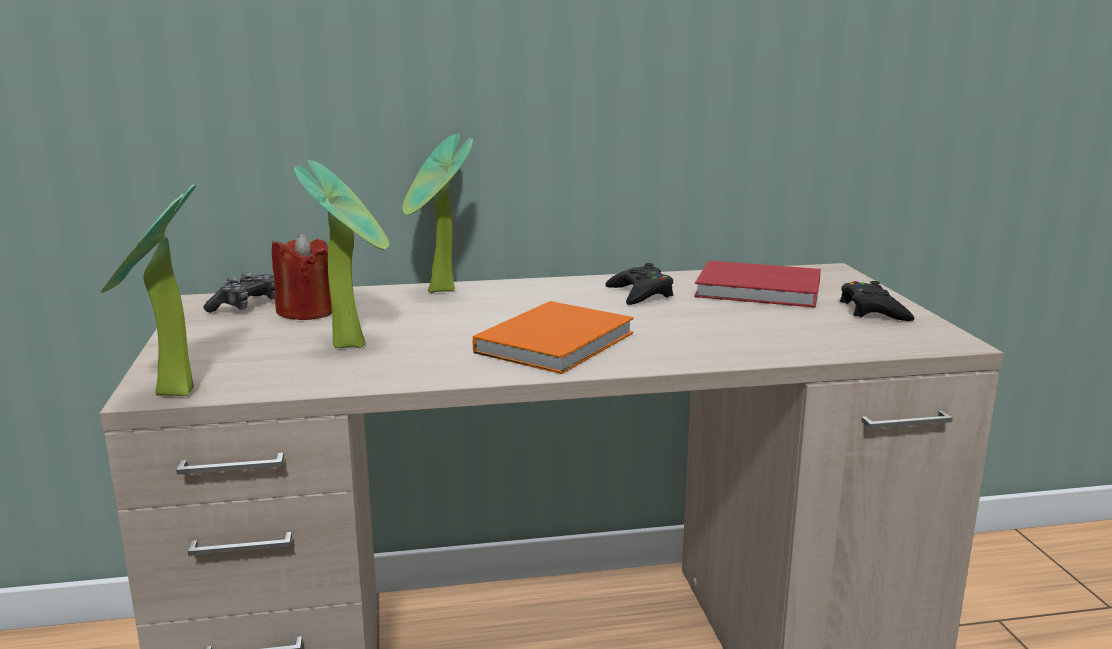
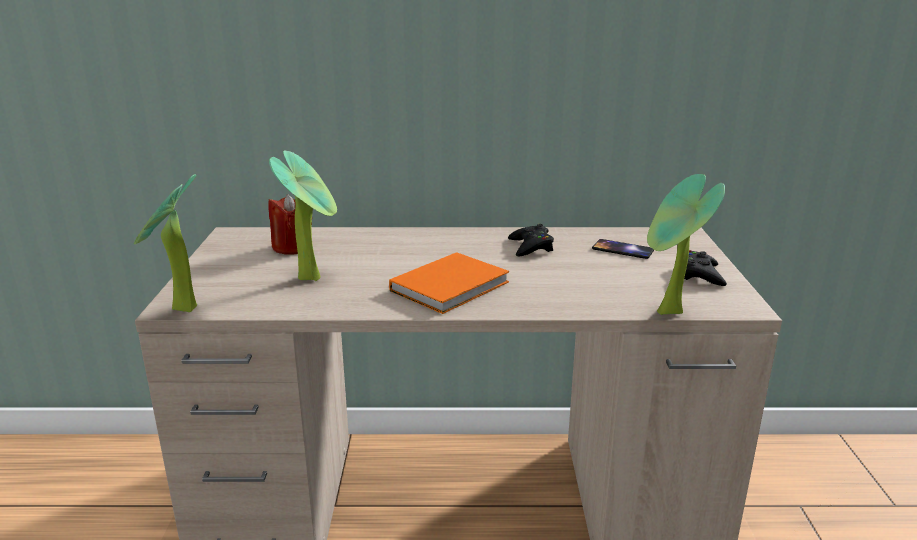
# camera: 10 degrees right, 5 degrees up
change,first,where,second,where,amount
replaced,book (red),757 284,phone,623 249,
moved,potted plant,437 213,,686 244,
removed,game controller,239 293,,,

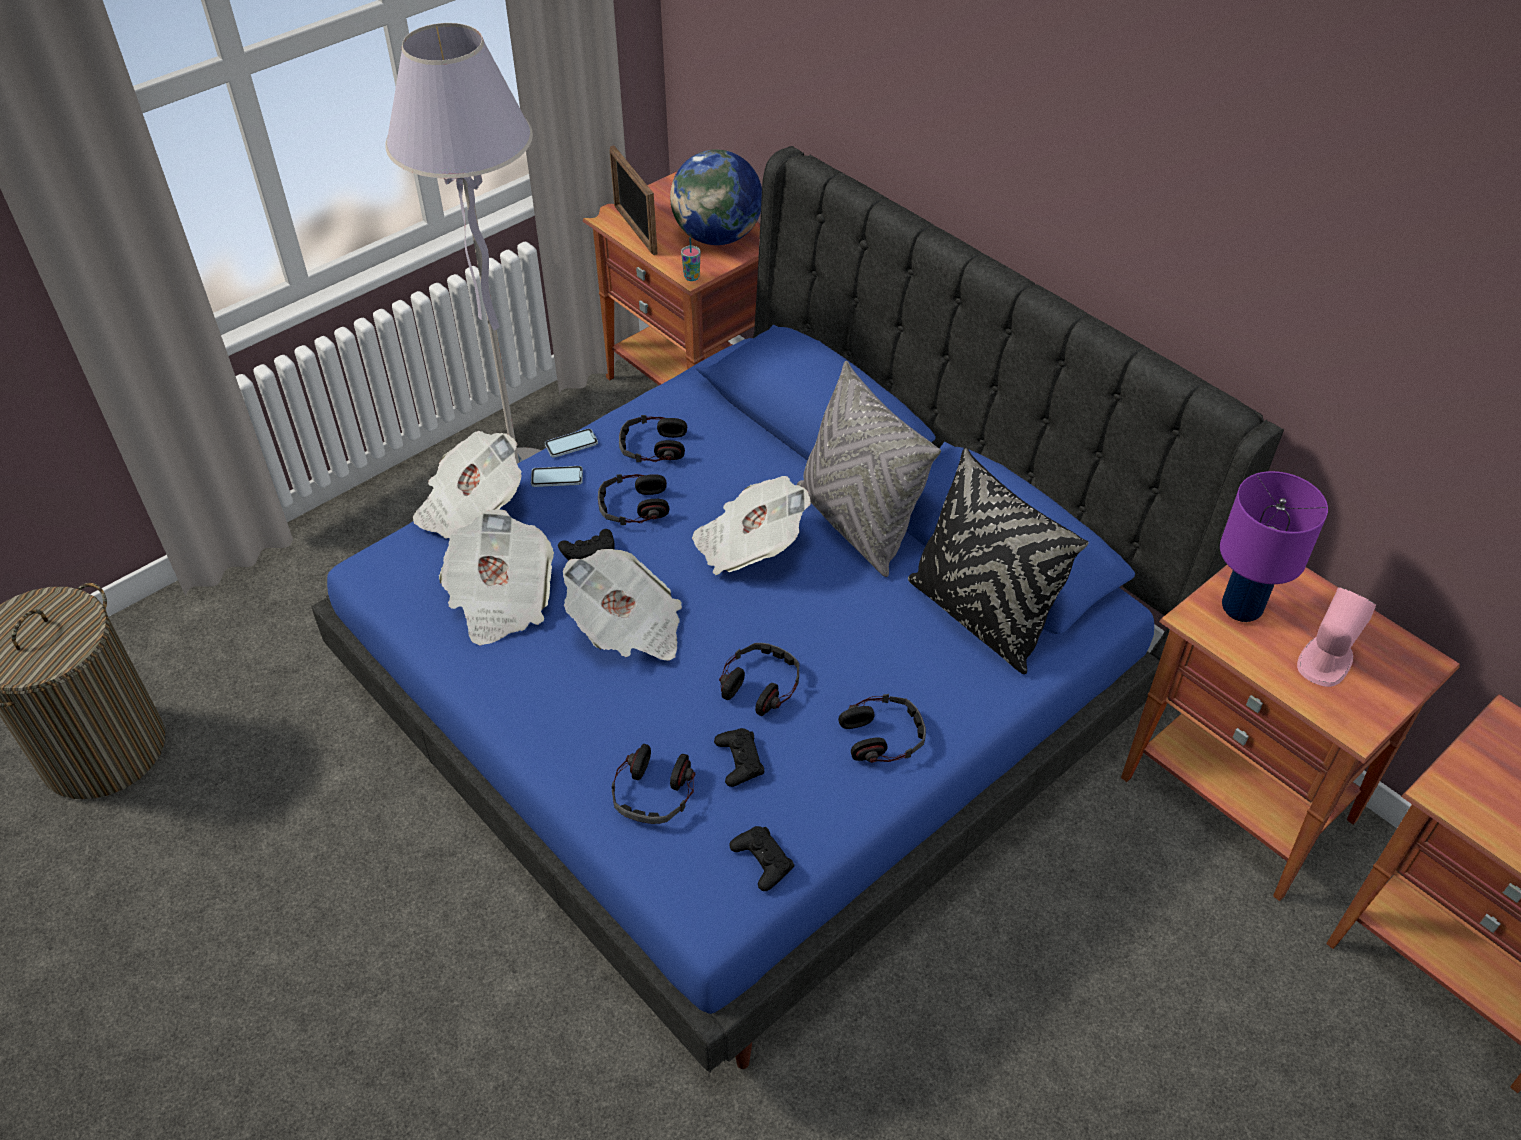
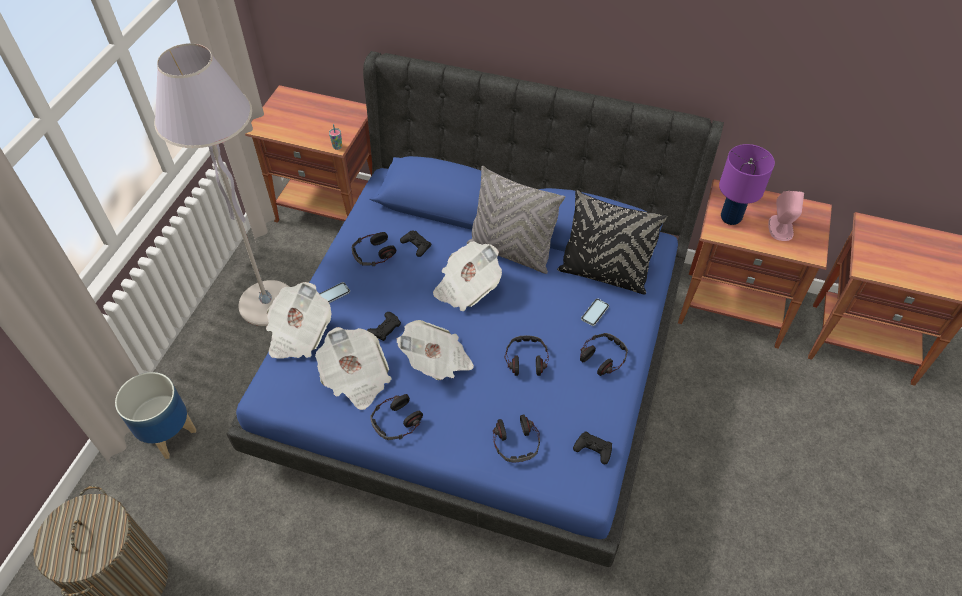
# camera: 30 degrees left, 5 degrees up
change,first,where,second,where,amount
added,,,planter,155 415,
moved,headphones,633 499,,397 417,
moved,game controller (black),739 757,,416 244,
moved,phone,571 443,,595 312,
removed,picture frame,634 200,,,
removed,globe,716 197,,,

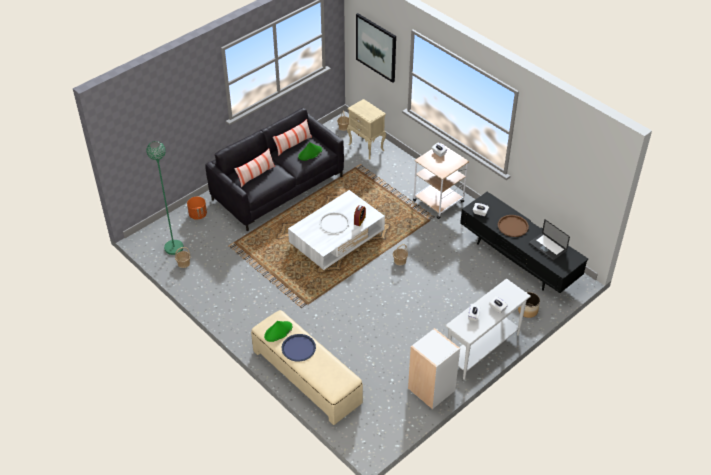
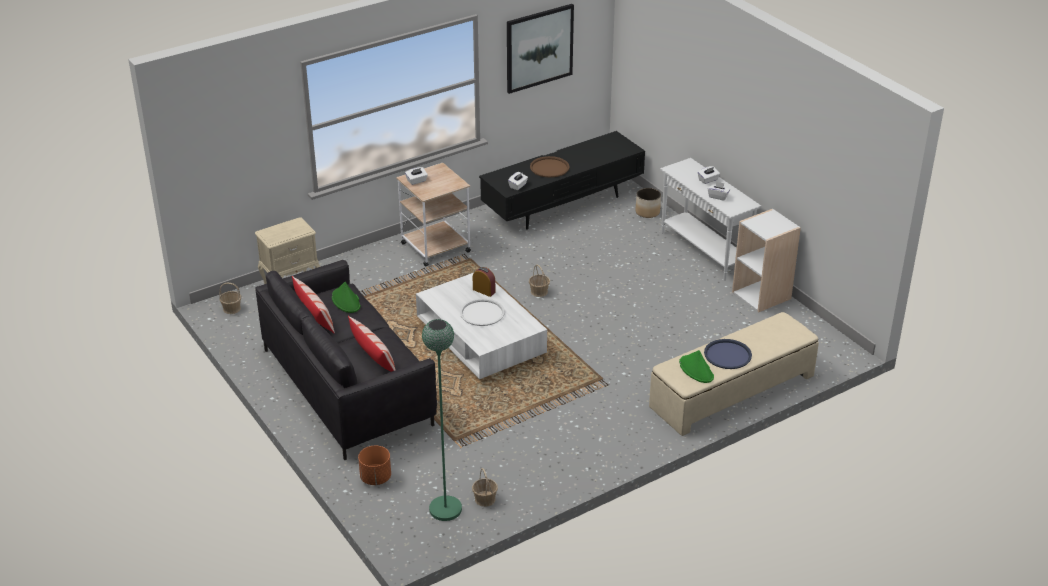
# camera: 80 degrees left, 10 degrees down
change,first,where,second,where,amount
moved,picture,376 48,,540 49,
removed,laptop,549 240,,,

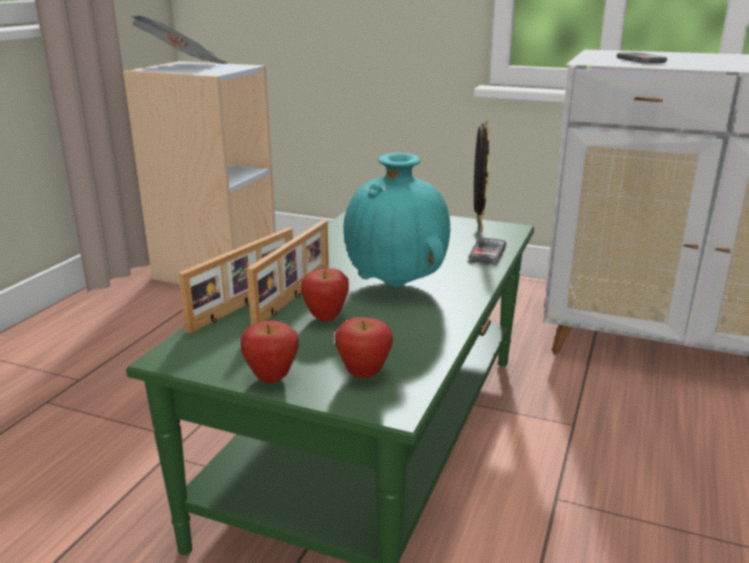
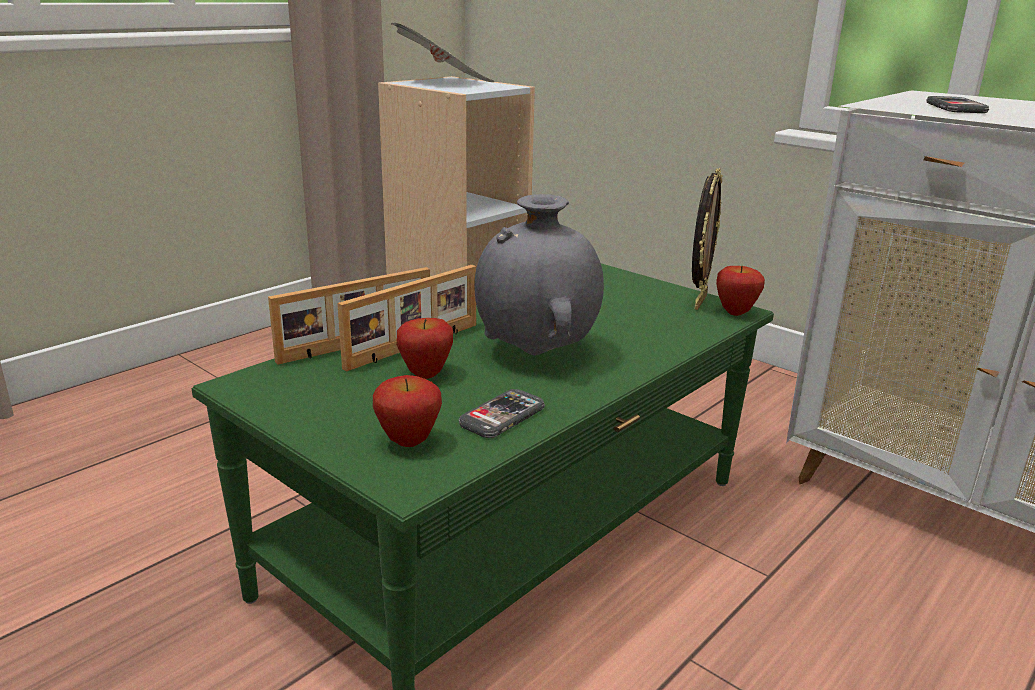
# camera: 20 degrees right, 0 degrees up
change,first,where,second,where,amount
moved,phone,487 251,,502 413,
recoloured,vase (turquoise),396 220,vase (grey),539 274,
moved,apple,270 351,,740 290,

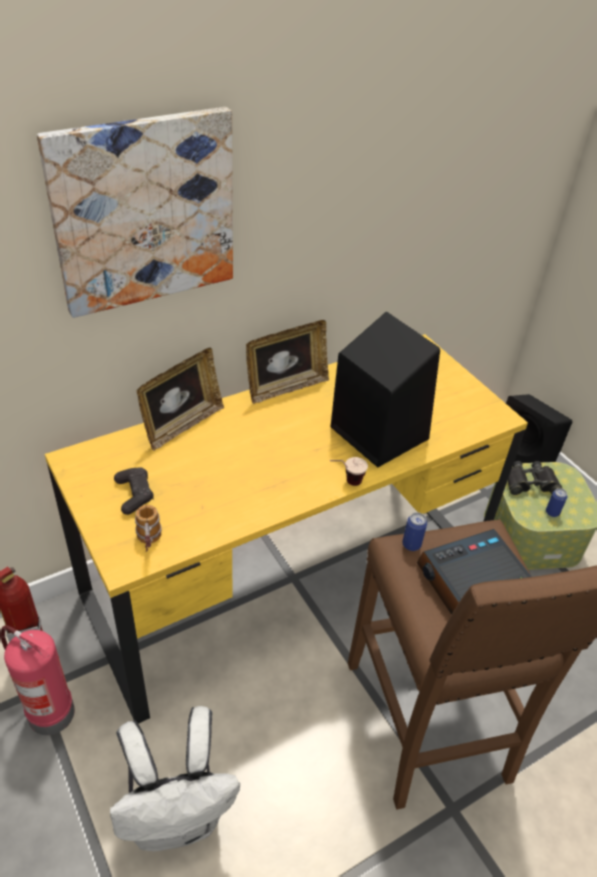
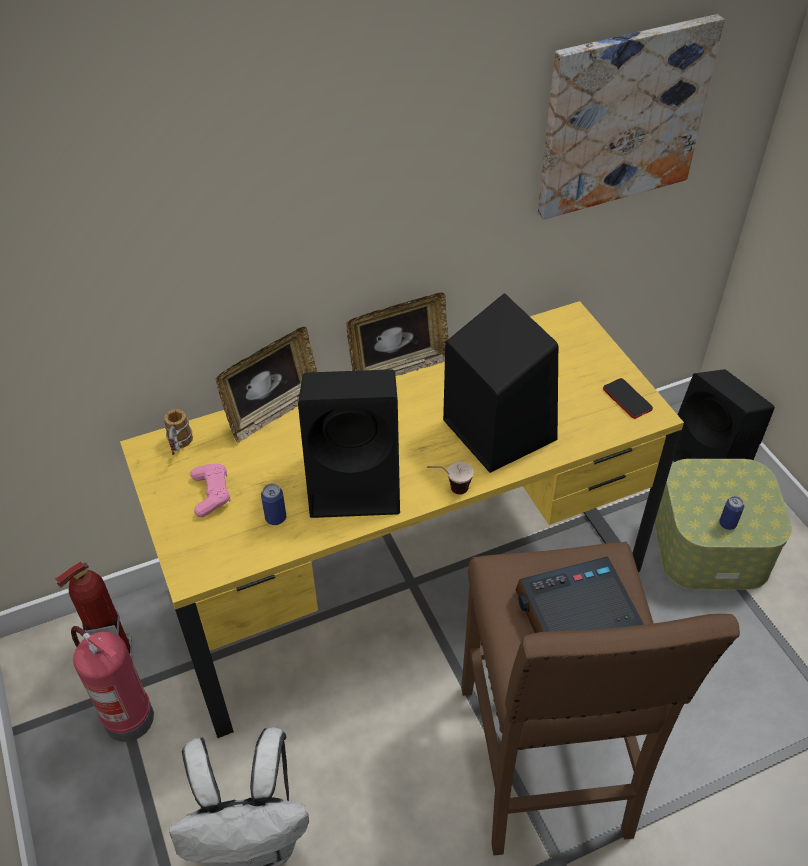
# camera: 10 degrees right, 5 degrees up
change,first,where,second,where,amount
moved,mug,148 528,,178 432,
recoloured,game controller (black),134 491,game controller (pink),210 490,
moved,can,414 531,,273 504,
added,,,speaker (black),349 443,
moved,picture,135 212,,631 117,
added,,,phone,628 398,
removed,binoculars (black),535 478,,,

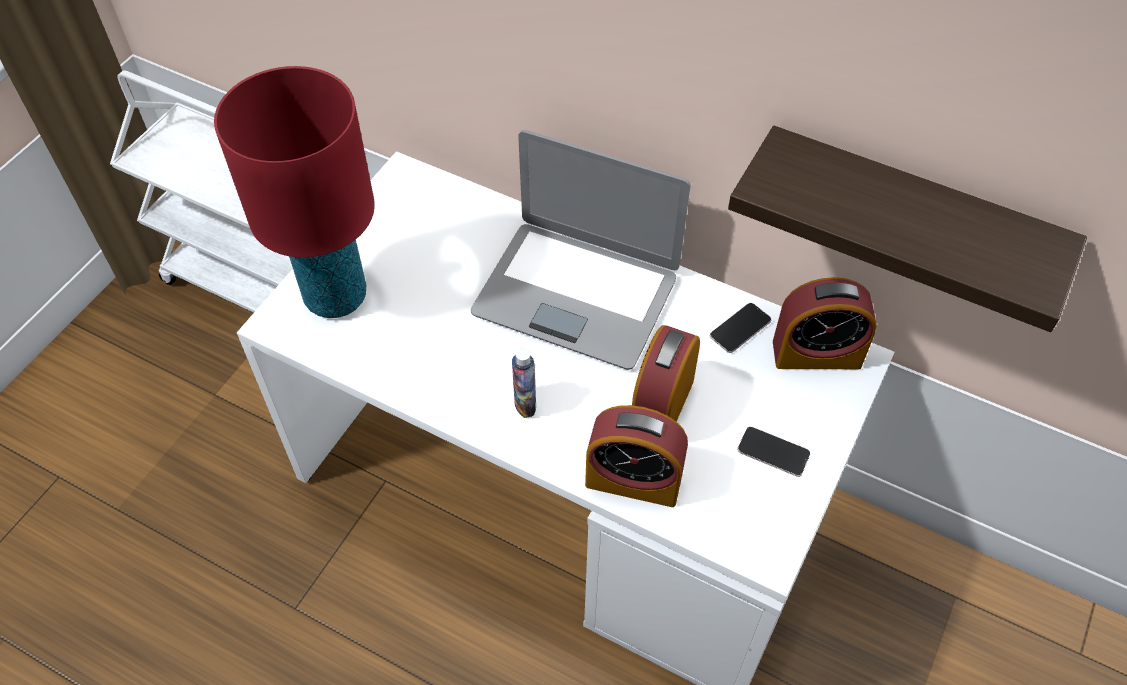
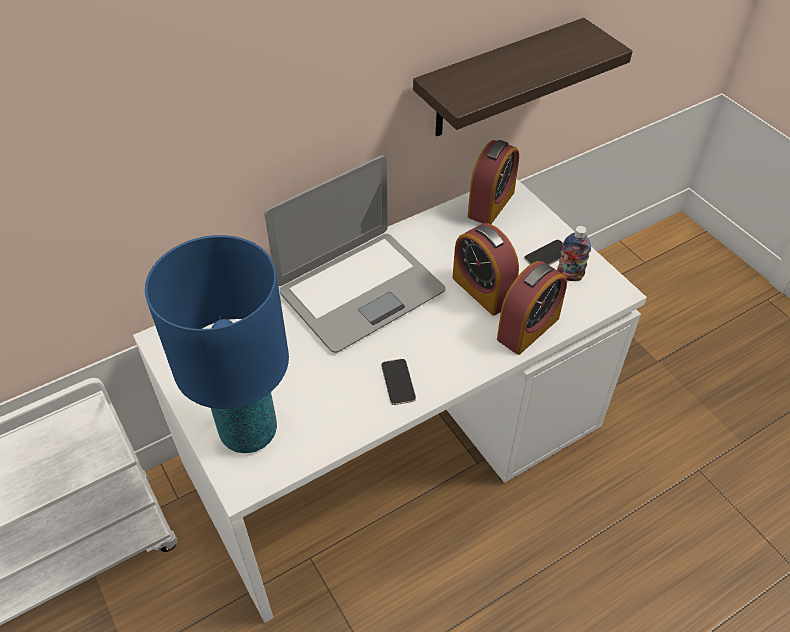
# camera: 60 degrees left, 5 degrees down
change,first,where,second,where,amount
recoloured,table lamp (red),294 192,table lamp (blue),217 344,
moved,phone,740 328,,398 382,
moved,bottle,524 383,,574 253,

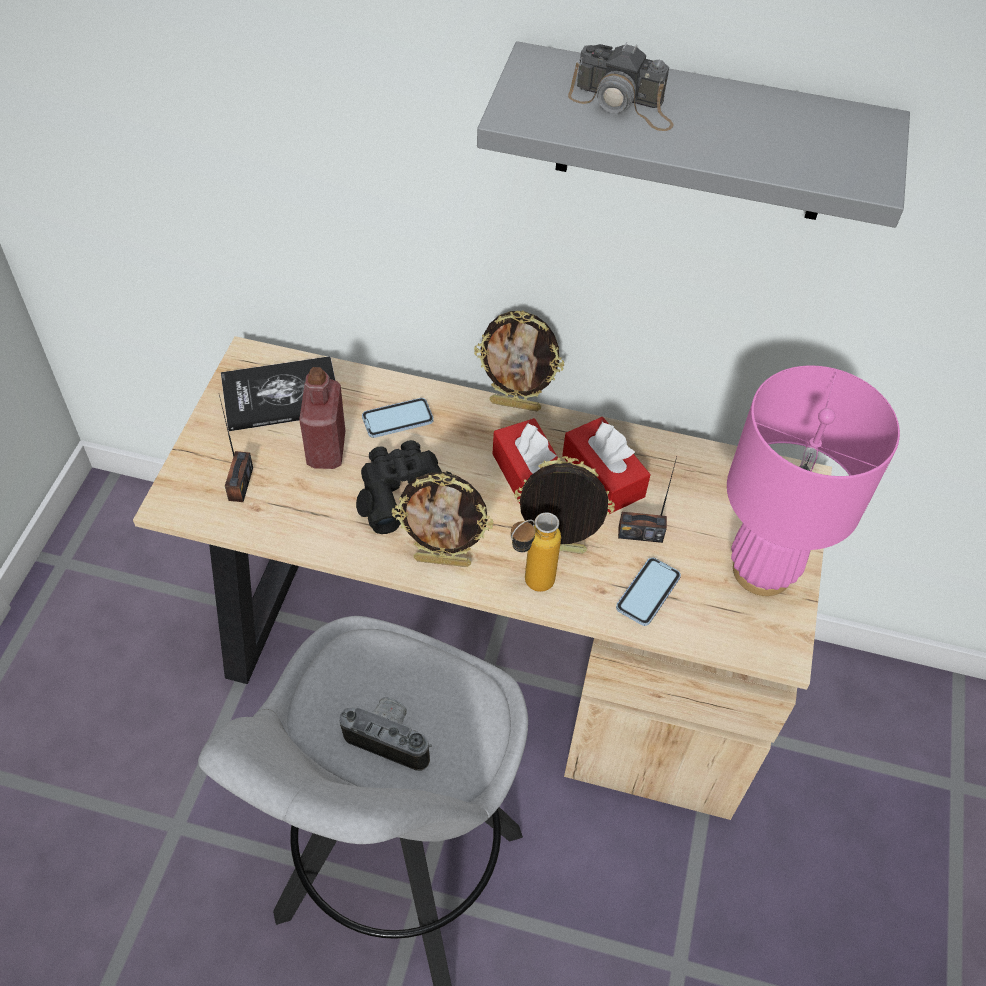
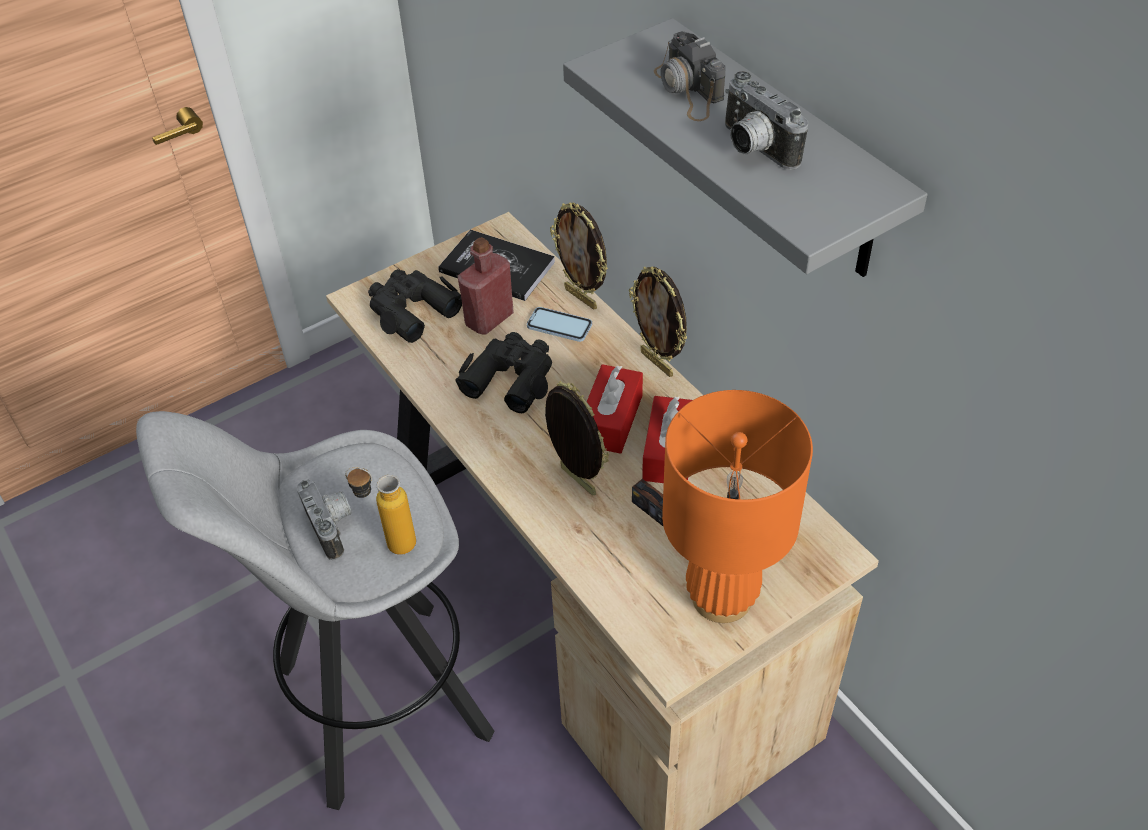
# camera: 45 degrees right, 5 degrees down
change,first,where,second,where,amount
moved,bottle,536 552,,380 511,
replaced,radio,236 448,binoculars (black),415 306,
moved,picture frame,443 519,,579 256,
recoloured,table lamp (pink),813 481,table lamp (orange),737 506,
added,,,photo camera,766 120,
removed,phone,648 592,,,

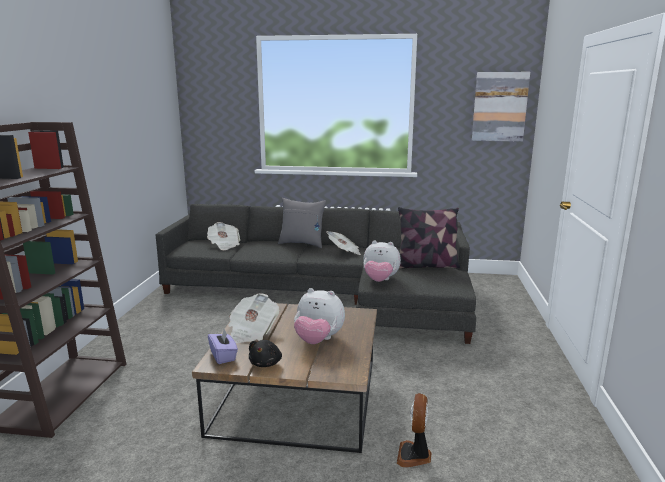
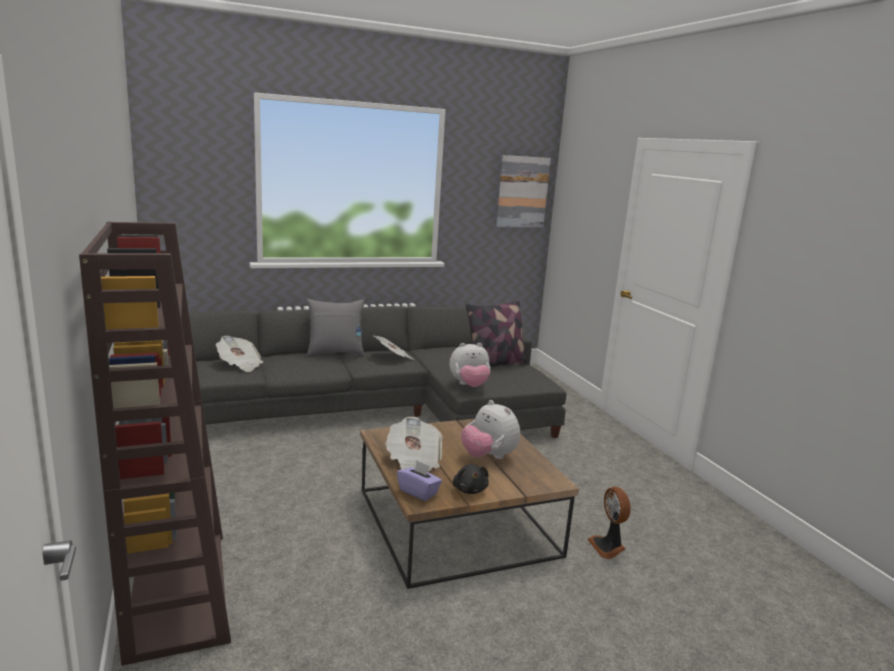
# camera: 30 degrees left, 0 degrees up
change,first,where,second,where,amount
turned,plush toy,319 316,,490 429,60 degrees clockwise

